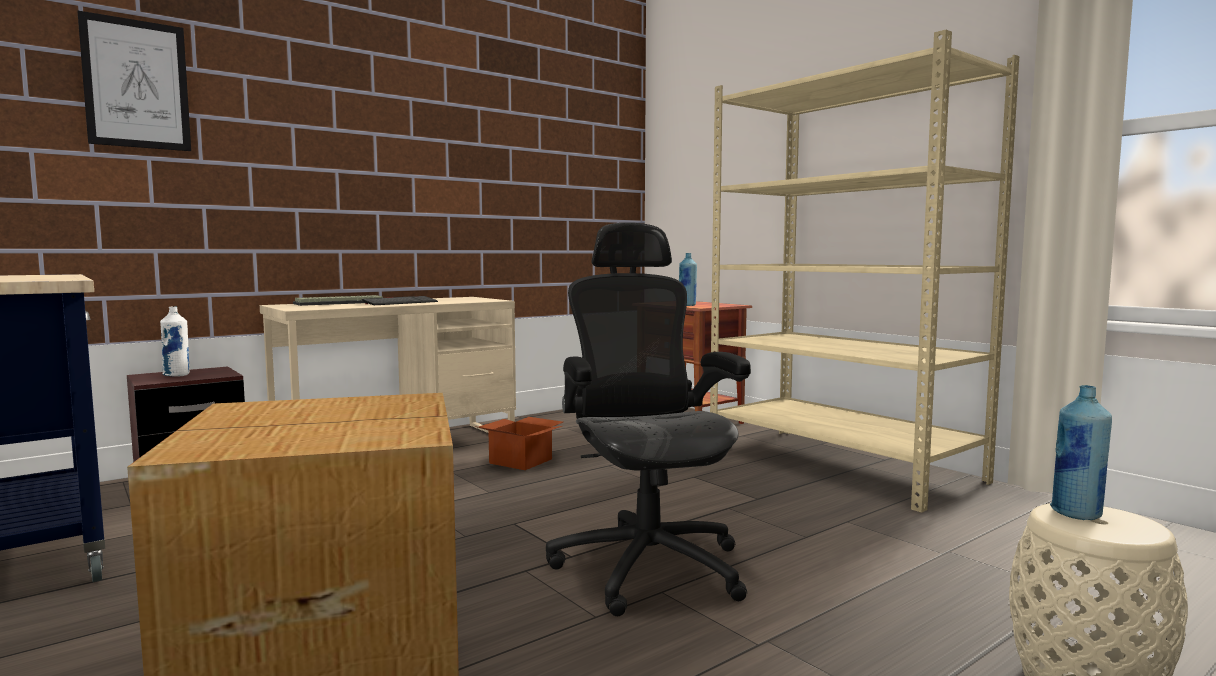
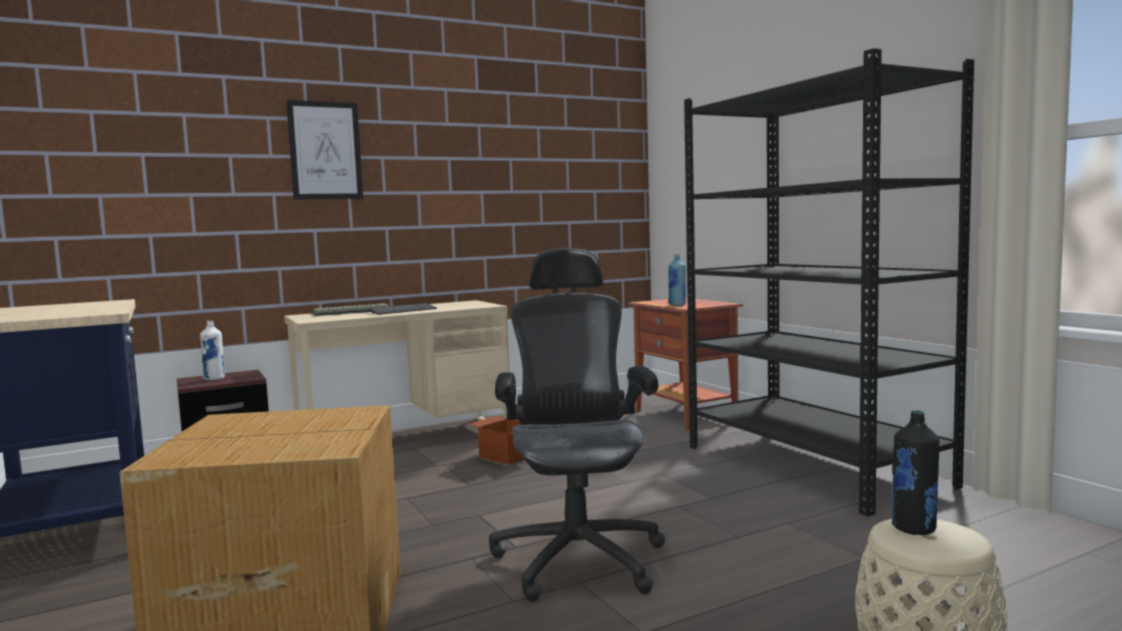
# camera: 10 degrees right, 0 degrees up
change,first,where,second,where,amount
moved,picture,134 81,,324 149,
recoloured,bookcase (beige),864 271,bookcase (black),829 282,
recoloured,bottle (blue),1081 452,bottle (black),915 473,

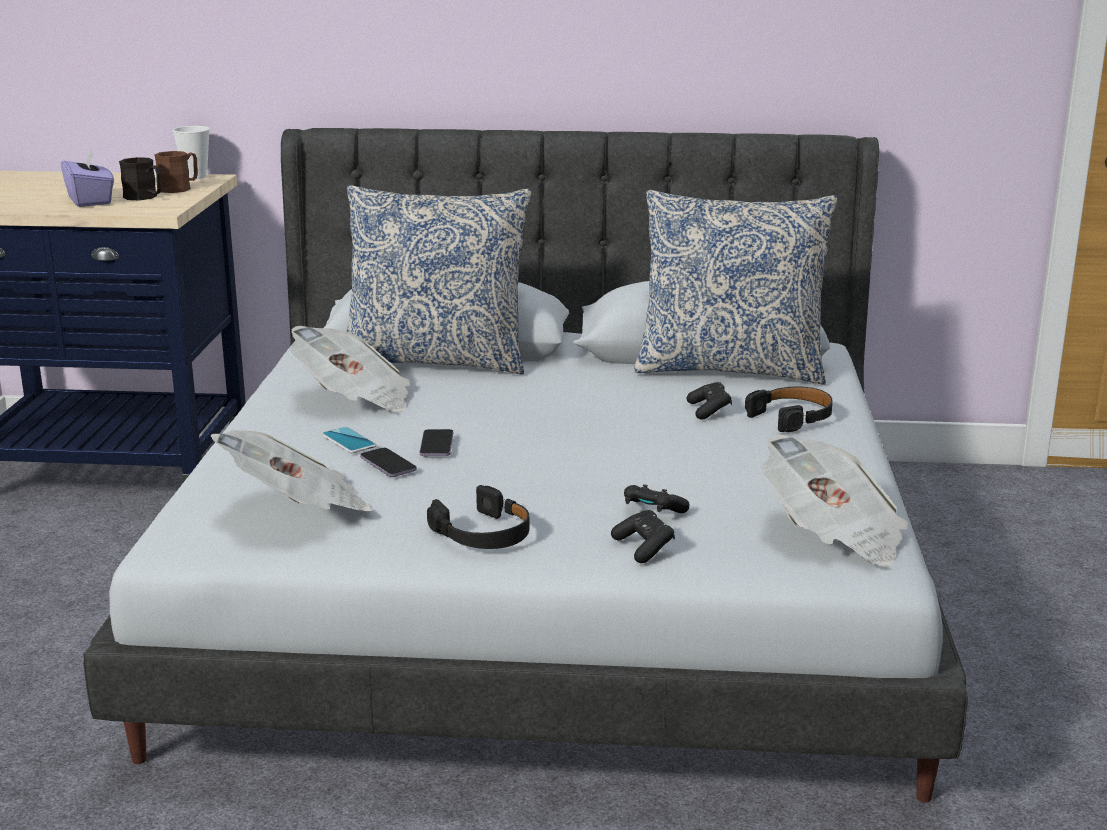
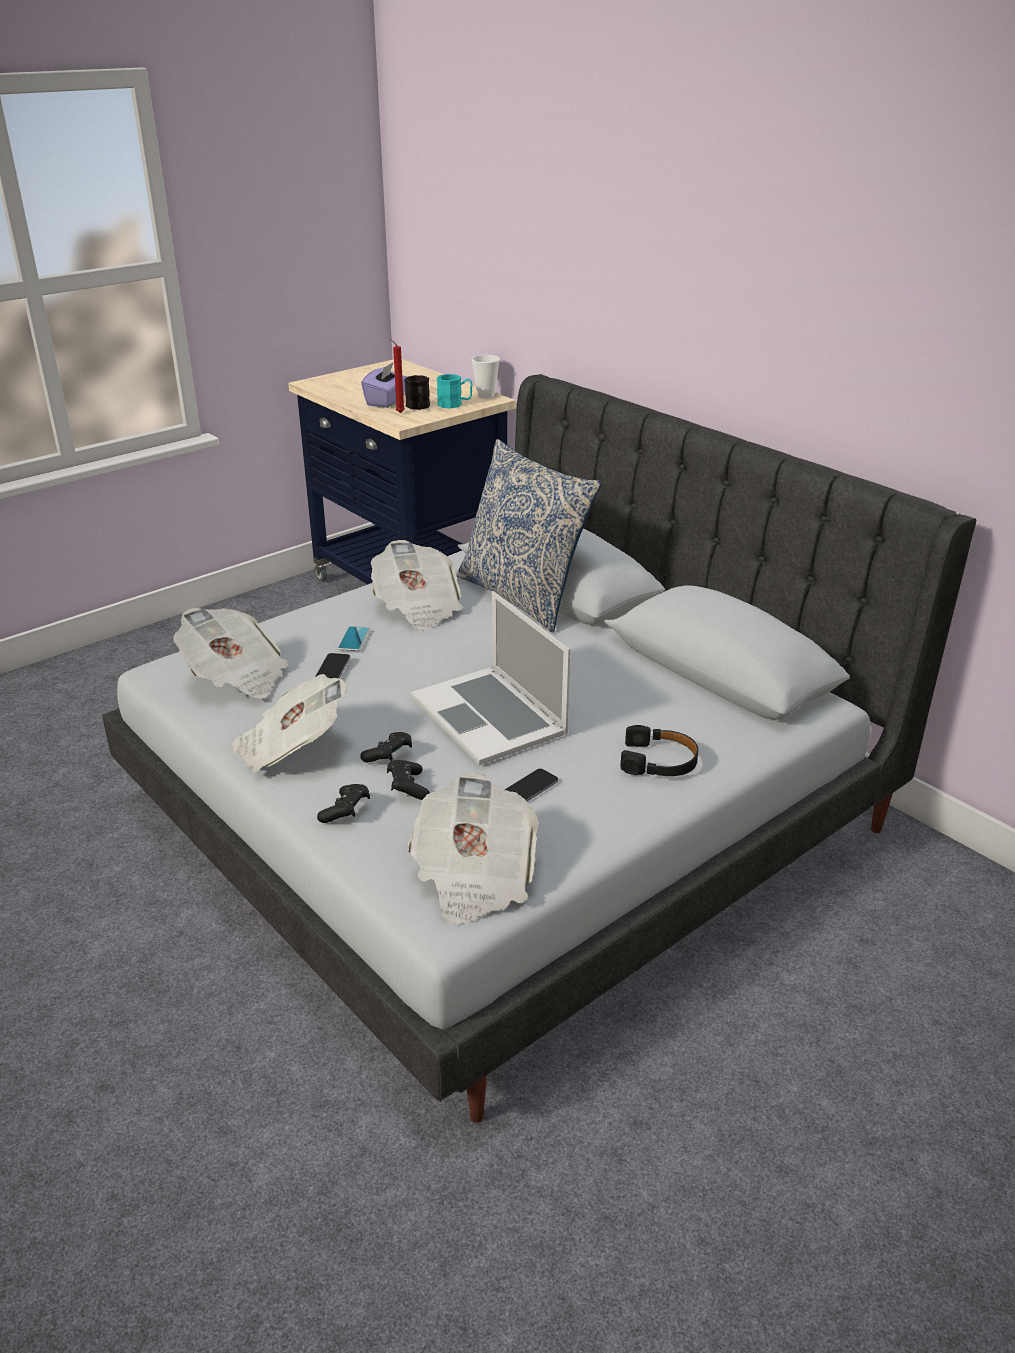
# camera: 45 degrees right, 10 degrees up
change,first,where,second,where,amount
replaced,headphones (black),478 517,newspaper,289 723,
moved,game controller (black),709 401,,386 747,
added,,,candle (red),397 376,
added,,,laptop,491 678,
recoloured,mug (brown),176 172,mug (turquoise),455 391,
moved,phone,436 443,,531 784,
removed,pillow,736 287,,,

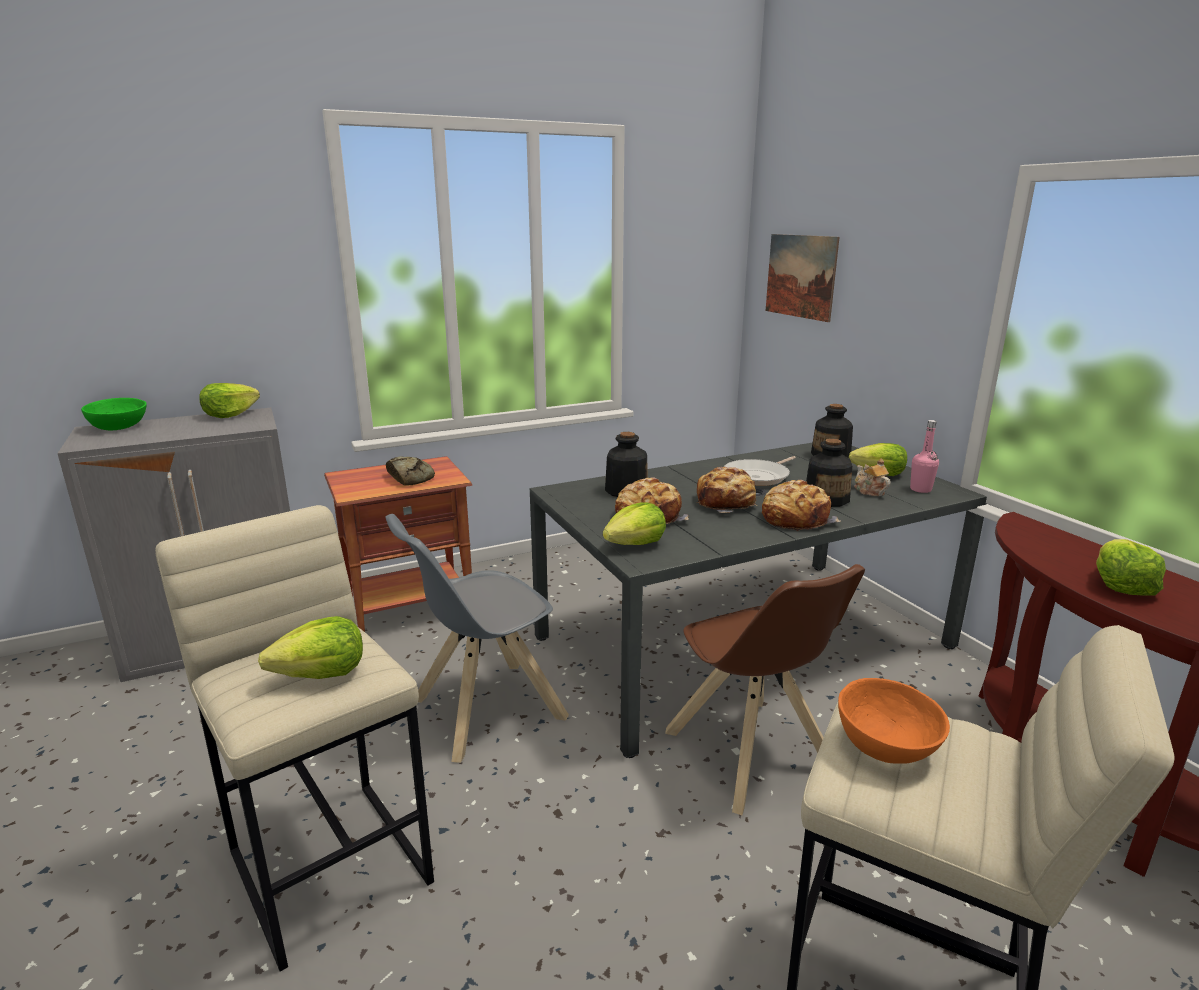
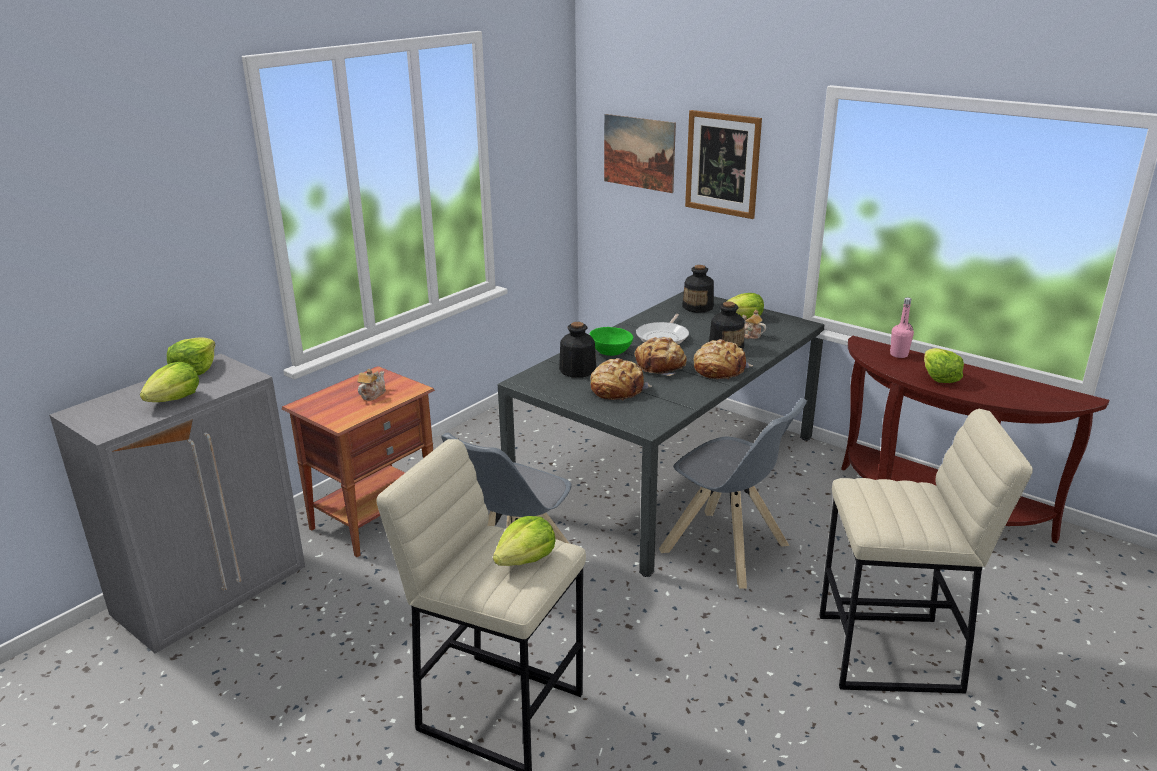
# camera: 25 degrees left, 5 degrees up
change,first,where,second,where,amount
moved,lettuce,634 523,,169 382,
replaced,bread,410 471,teapot,371 384,
moved,bowl (green),114 414,,611 341,
recoloured,chair (brown),765 689,chair (grey),733 493,
added,,,picture,723 164,
moved,bottle (pink),924 456,,902 327,
removed,bowl (orange),894 721,,,

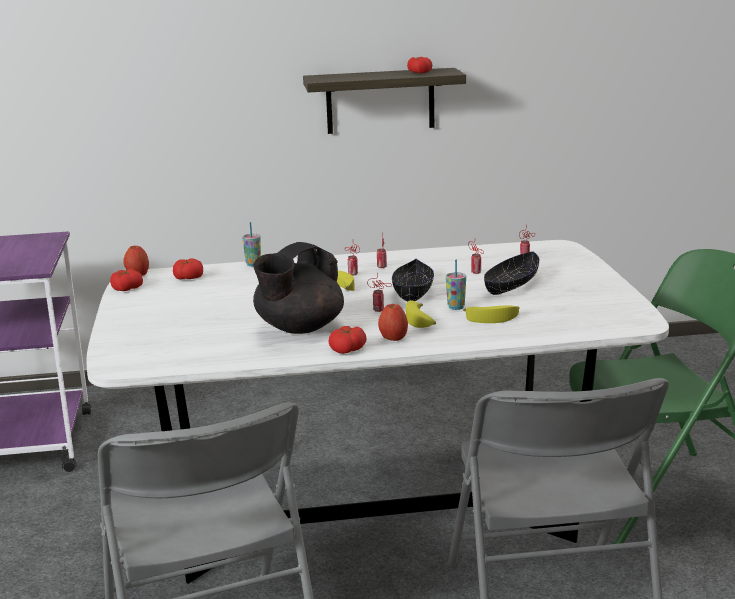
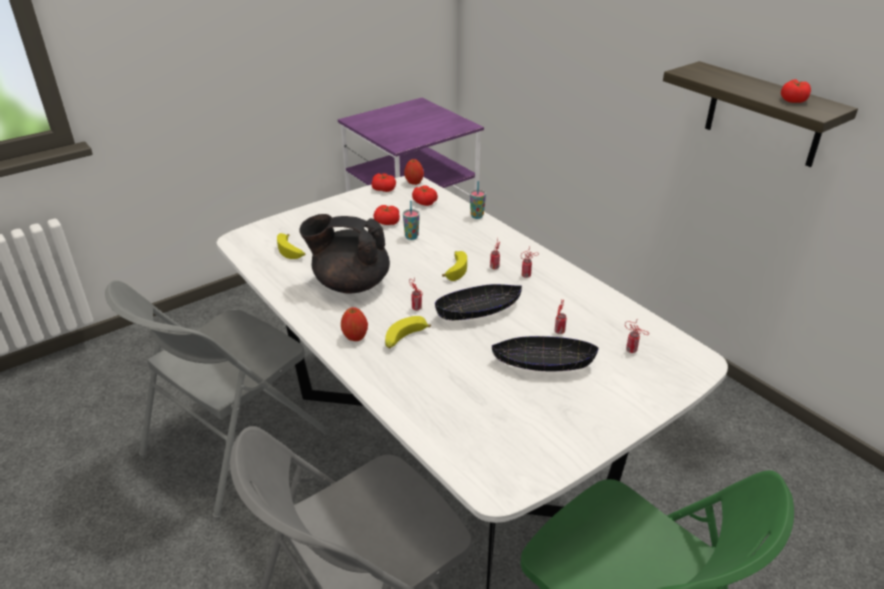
# camera: 60 degrees right, 15 degrees up
change,first,where,second,where,amount
moved,banana,491 314,,291 246,
moved,tomato,347 340,,386 215,
moved,cup,456 284,,411 220,

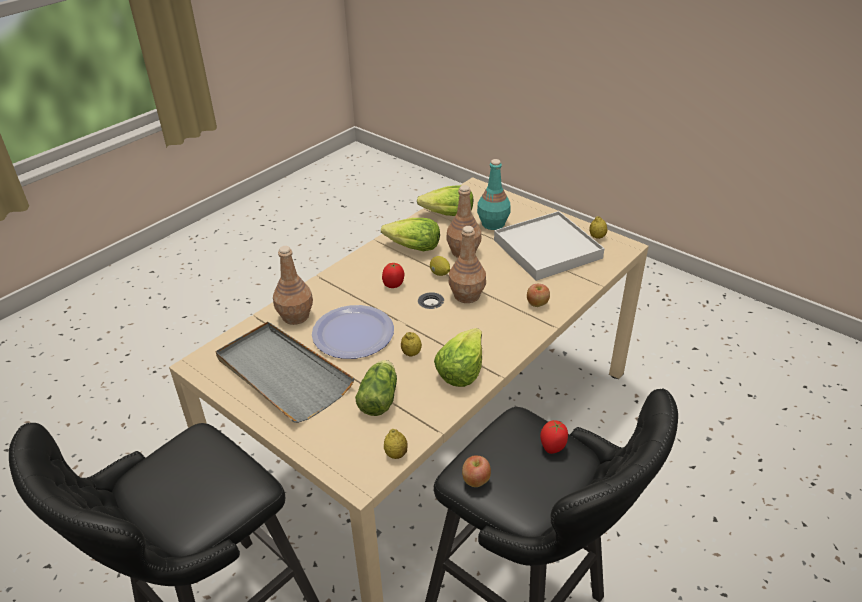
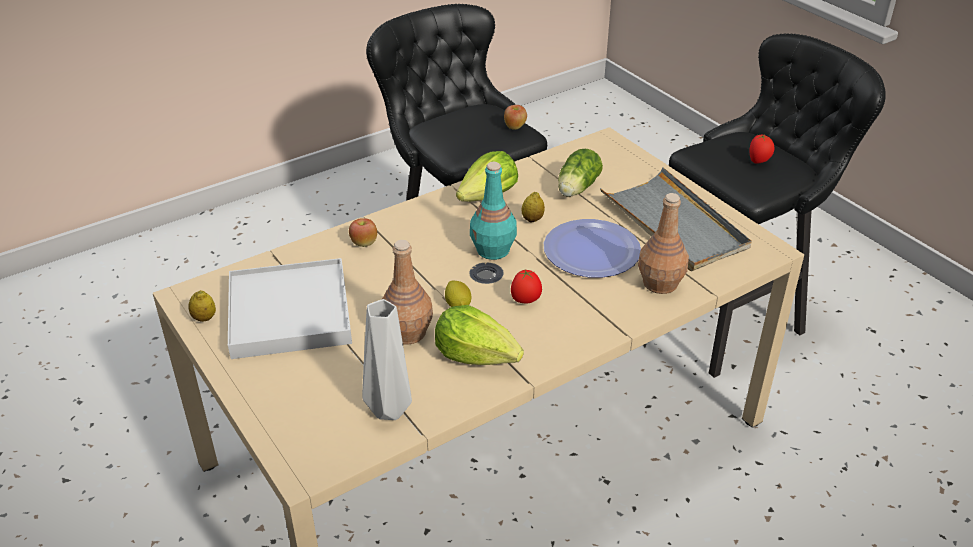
# camera: 165 degrees left, 0 degrees up
change,first,where,second,where,amount
replaced,lettuce,445 200,vase (grey),387 359,
moved,bottle (turquoise),493 194,,493 211,
moved,tomato,554 437,,761 149,
removed,lemon,396 444,,,
removed,bottle (brown),467 264,,,

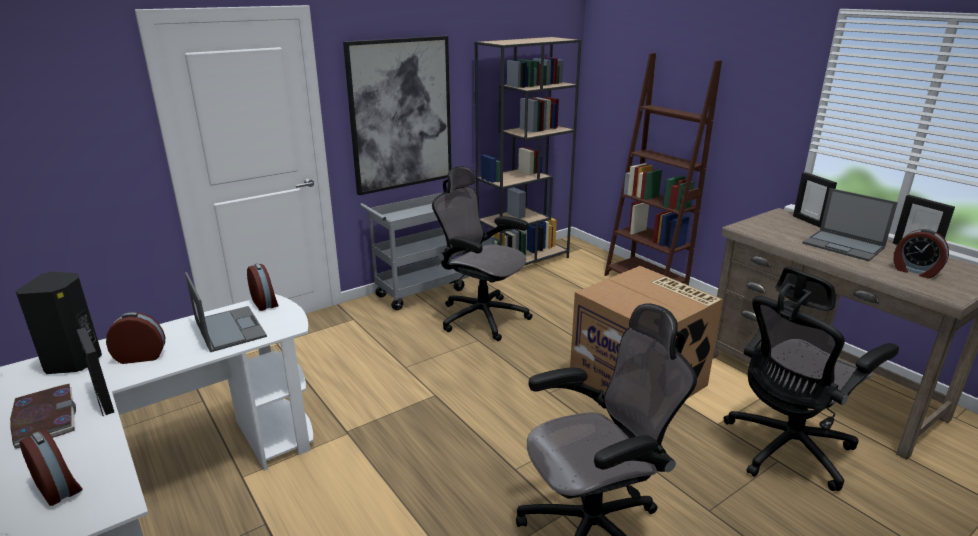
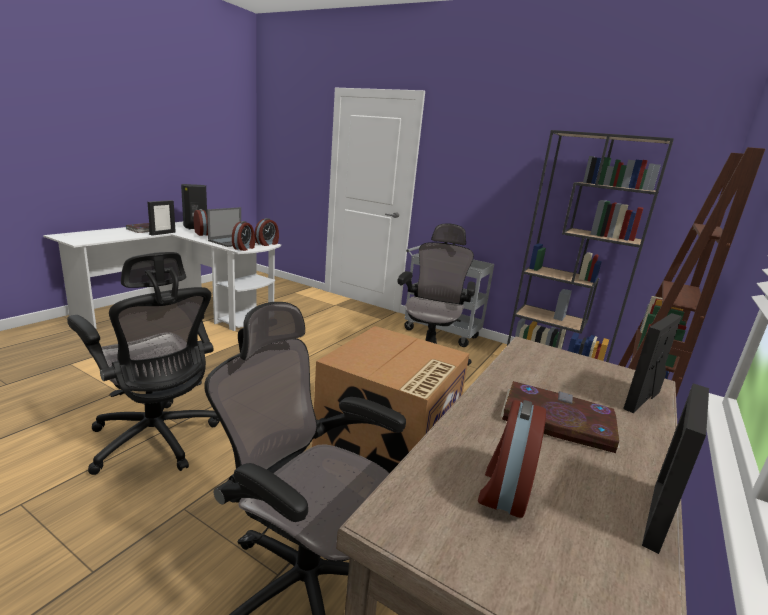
# camera: 65 degrees right, 5 degrees down
change,first,where,second,where,amount
moved,alarm clock,51 468,,243 236,
replaced,laptop,850 224,book,560 417,
removed,picture,397 115,,,

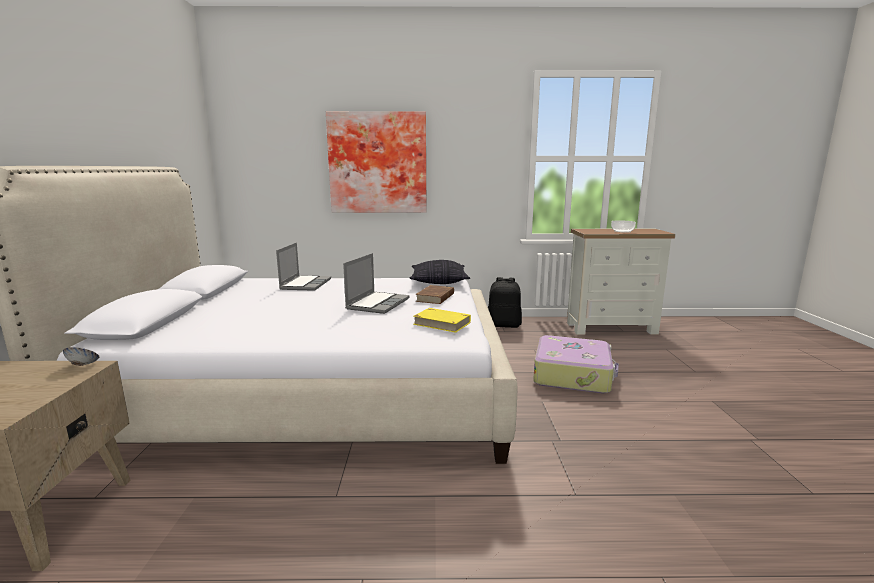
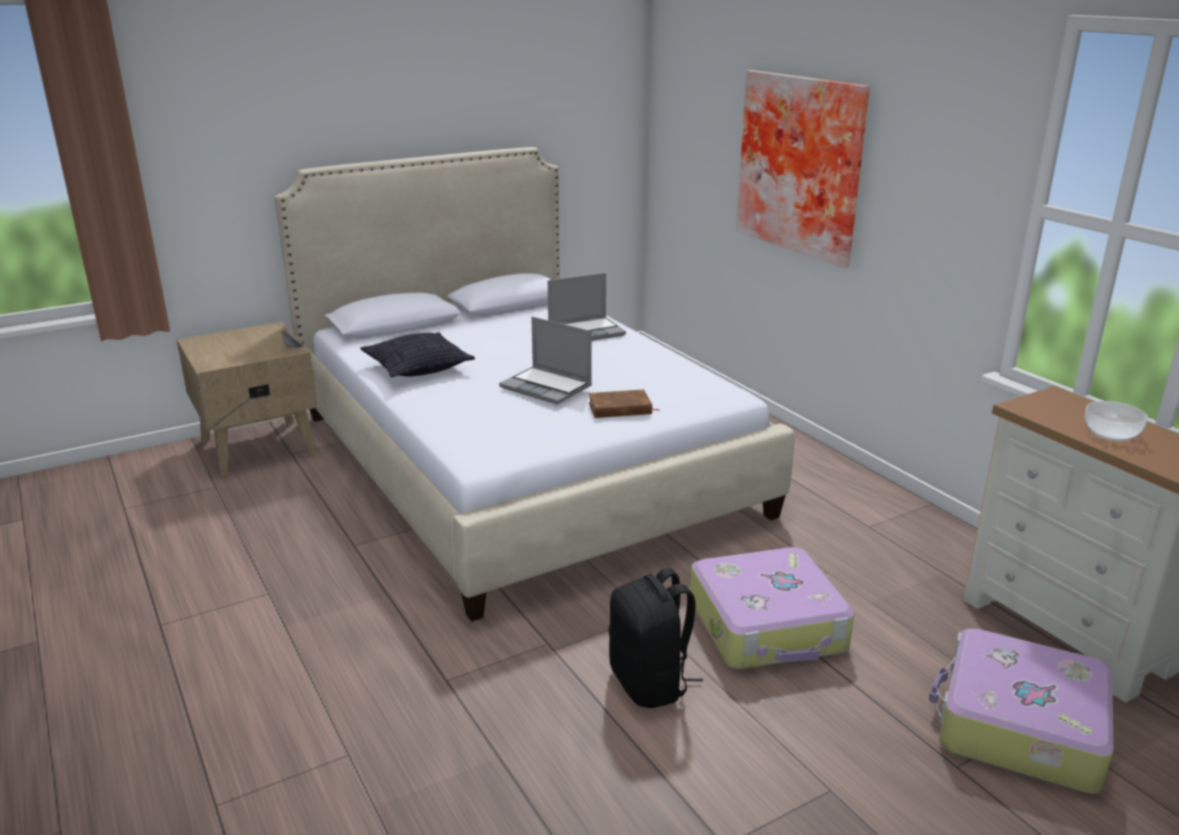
# camera: 60 degrees right, 10 degrees up
change,first,where,second,where,amount
moved,pillow,440 272,,417 354,
turned,laptop,376 283,,545 360,45 degrees clockwise
moved,backpack (black),505 302,,656 638,
added,,,suitcase,1021 711,
removed,book (yellow),442 320,,,

